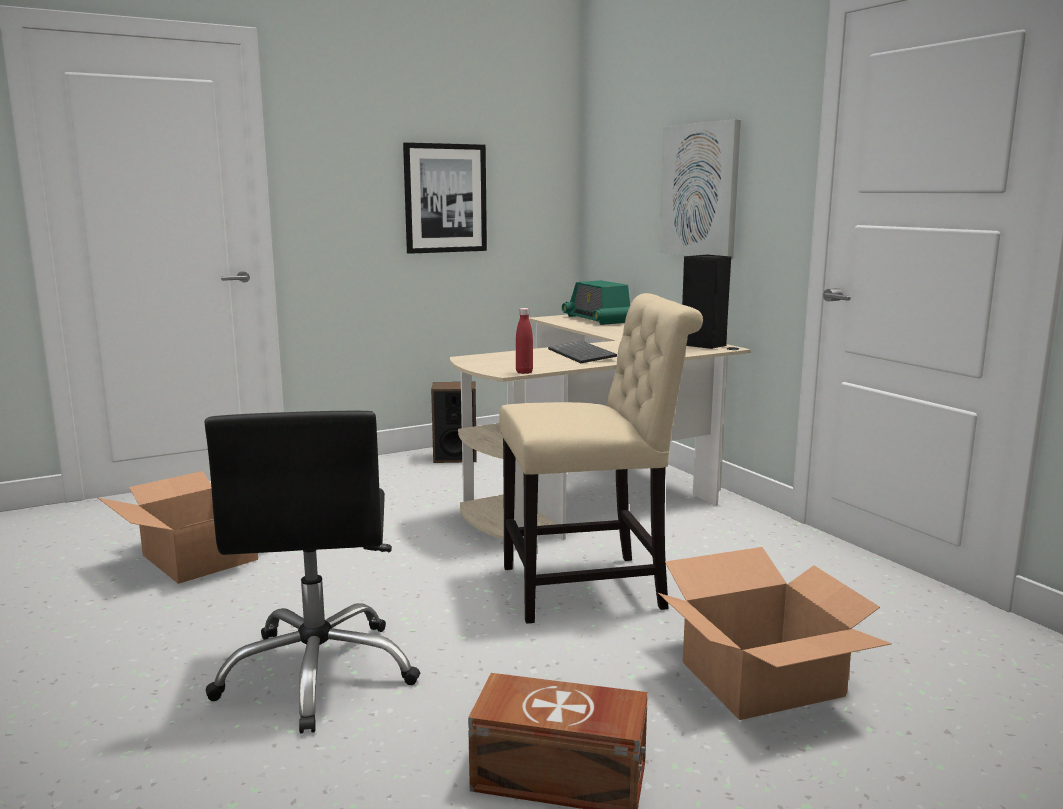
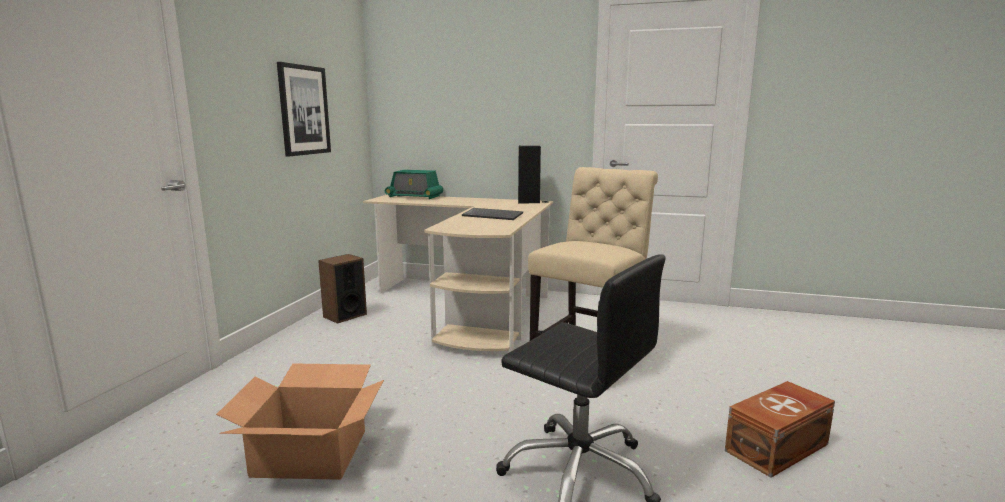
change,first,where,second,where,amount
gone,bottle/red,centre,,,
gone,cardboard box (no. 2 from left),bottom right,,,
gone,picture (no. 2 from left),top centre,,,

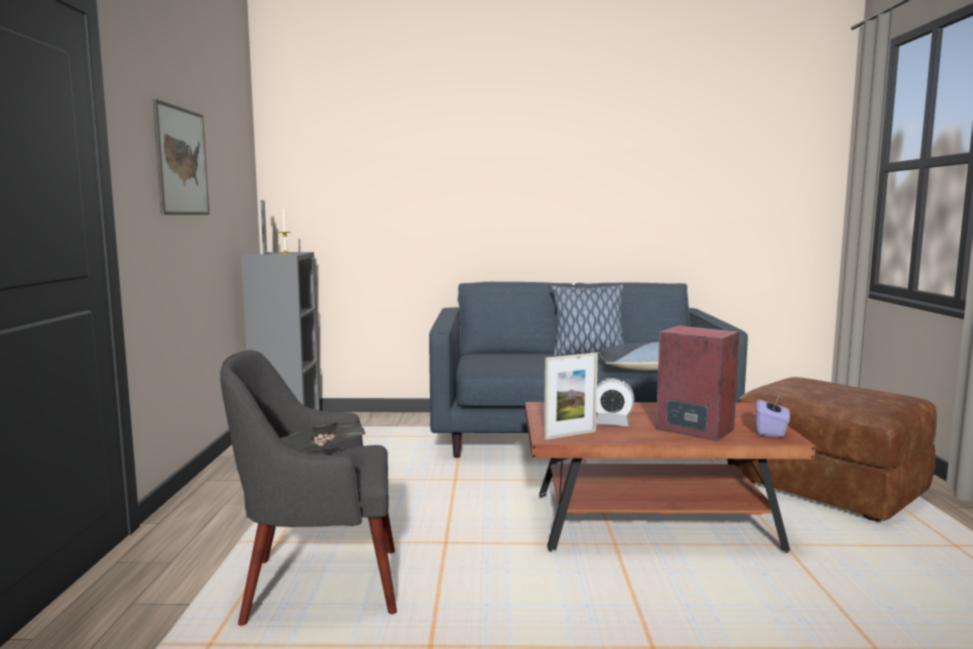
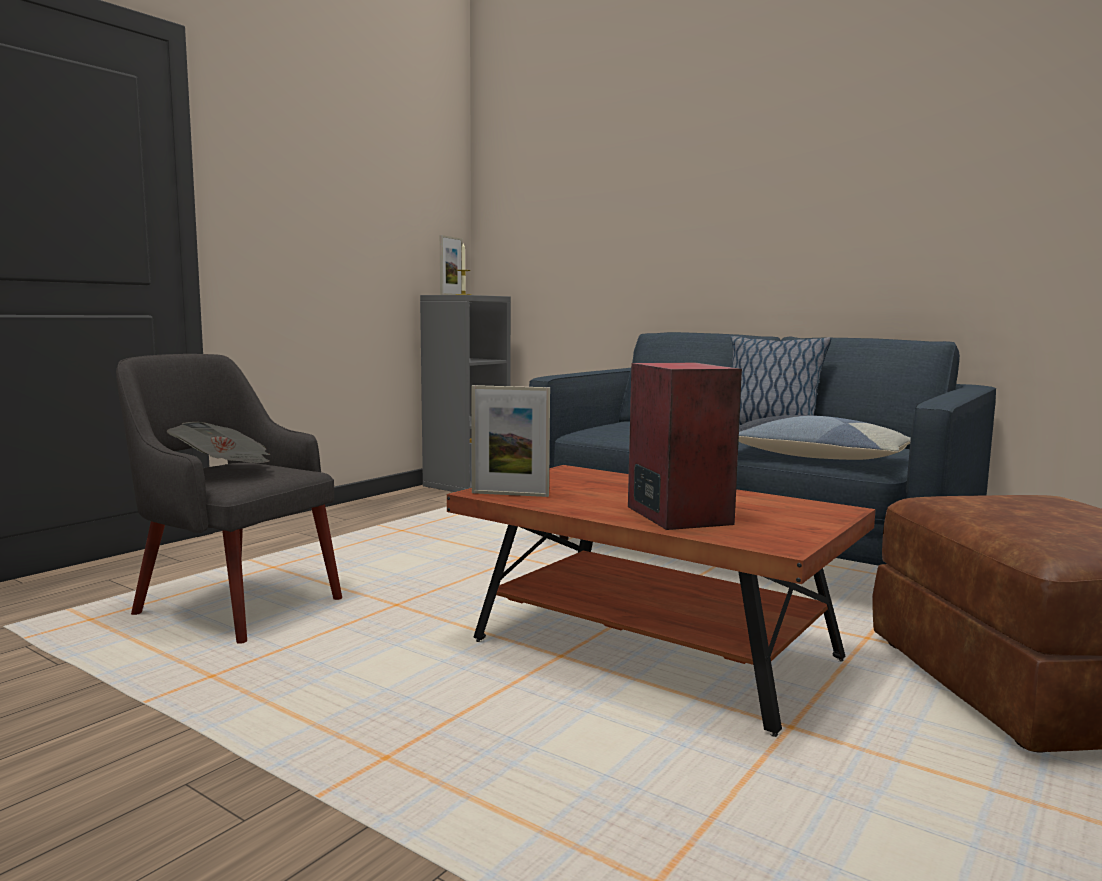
change,first,where,second,where,amount
gone,picture,top left,,,
gone,alarm clock,centre,,,
gone,tissue box/purple,middle right,,,

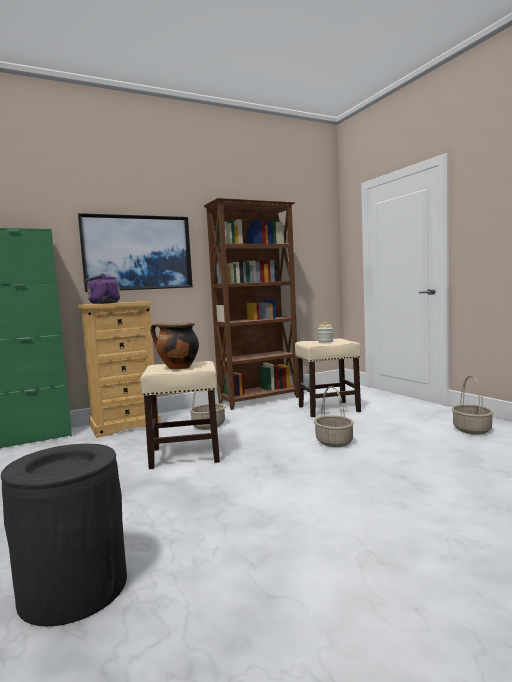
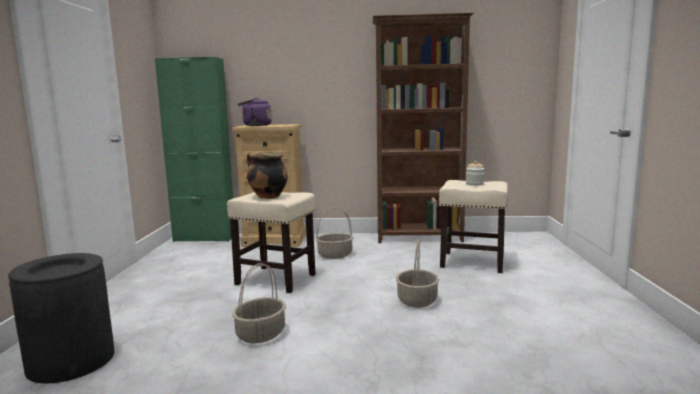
change,first,where,second,where,amount
gone,picture,middle left,,,
shifted,basket (no. 3 from left in the first image),middle right,basket (no. 1 from left),bottom centre,

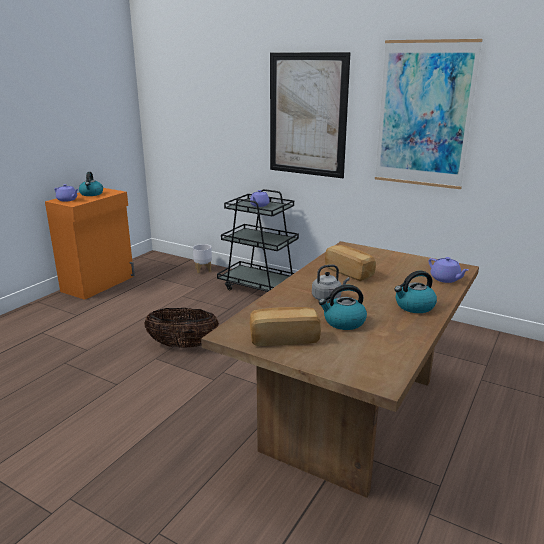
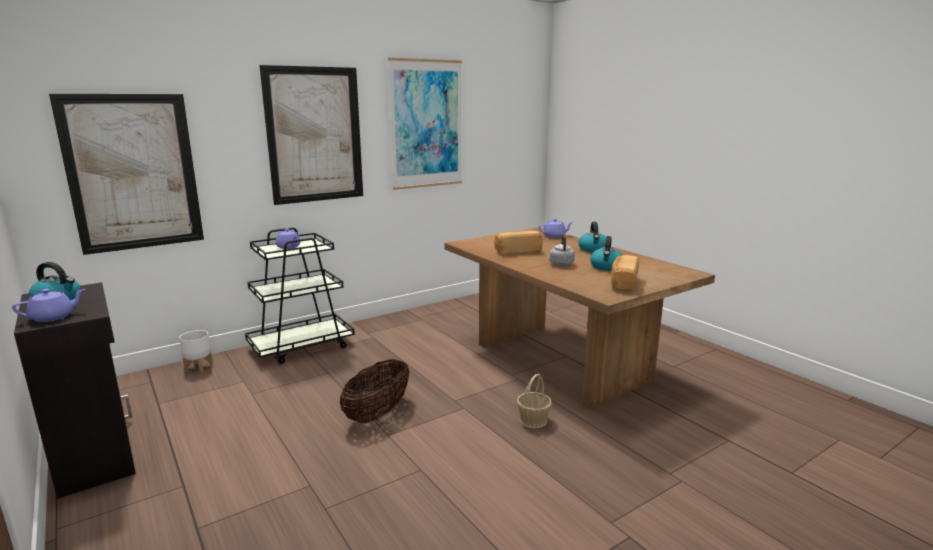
change,first,where,second,where,amount
repainted,cabinet/orange,middle left,cabinet/black,bottom left,
new,,,picture (no. 1 from left),top left,
new,,,basket (no. 2 from left),bottom centre,

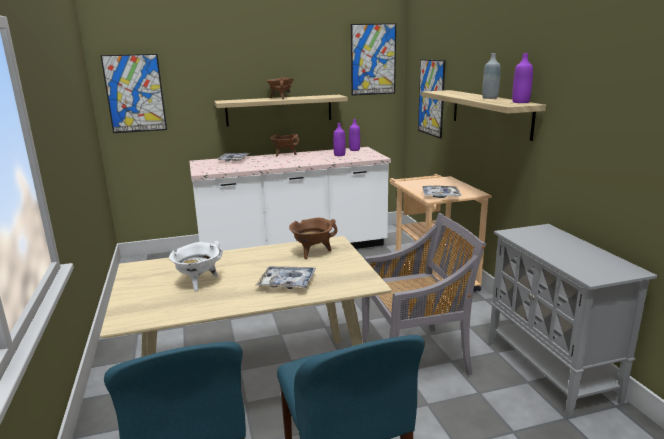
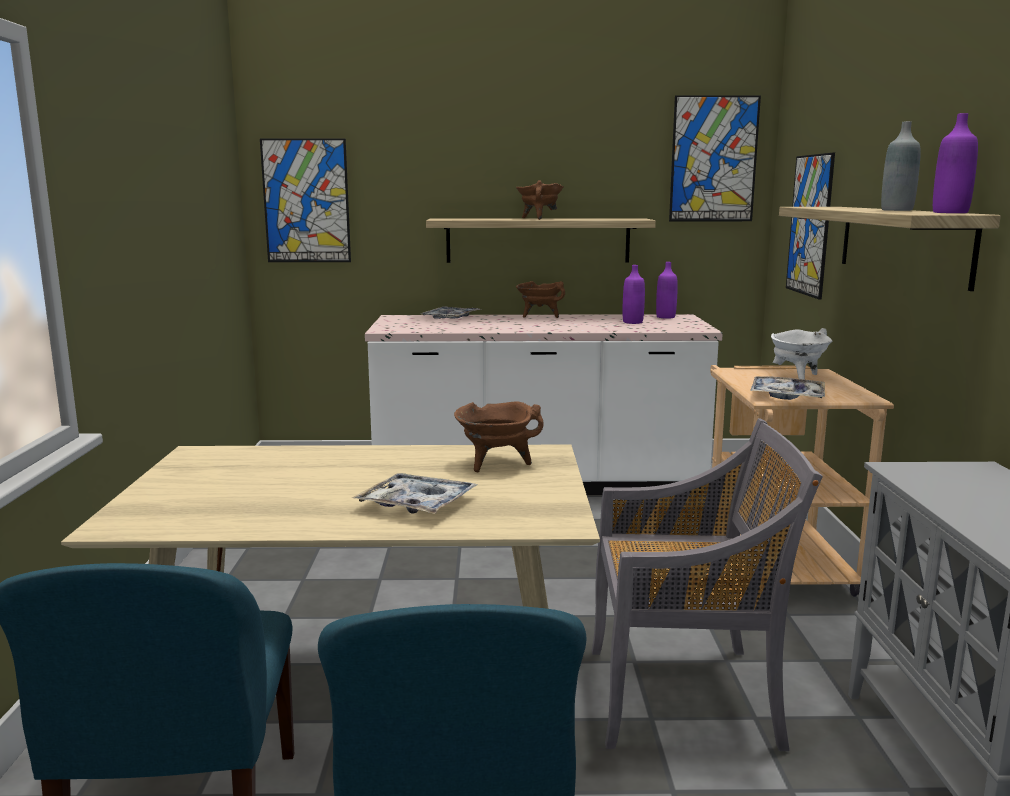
change,first,where,second,where,amount
shifted,cooking pot/white,middle left,,middle right,

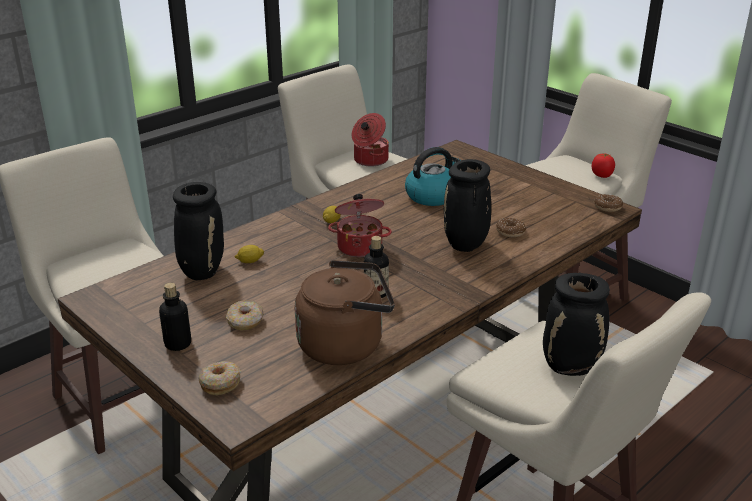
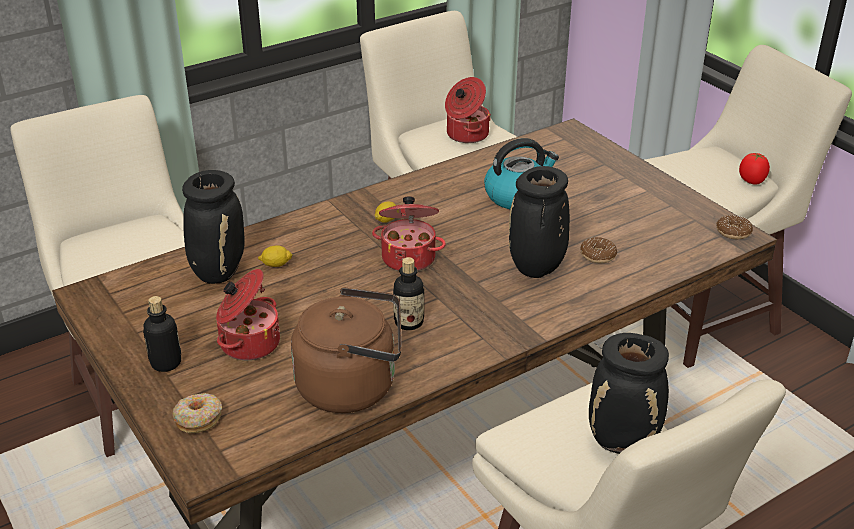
change,first,where,second,where,amount
swapped,donut (no. 2 from left),middle left,cooking pot (no. 1 from left),middle left,

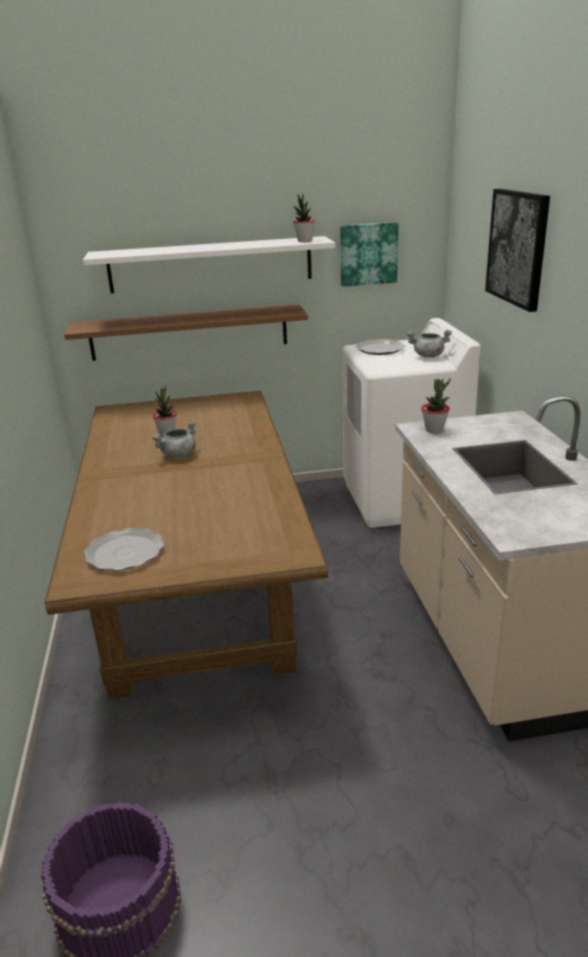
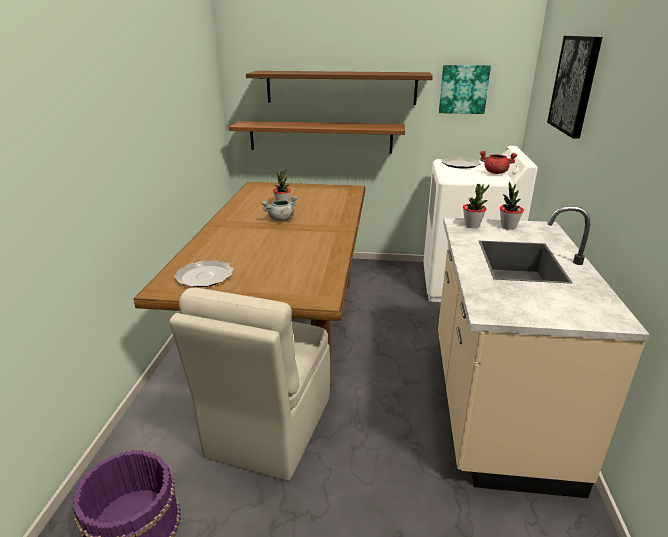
change,first,where,second,where,amount
repainted,shelf/white,top centre,shelf/brown (no. 2 from left),top centre,
shifted,potted plant (no. 2 from left in the first image),top centre,potted plant (no. 3 from left),middle right,
repainted,cooking pot/grey (no. 2 from left),middle right,cooking pot/red,top right,
new,,,chair/beige,bottom centre,

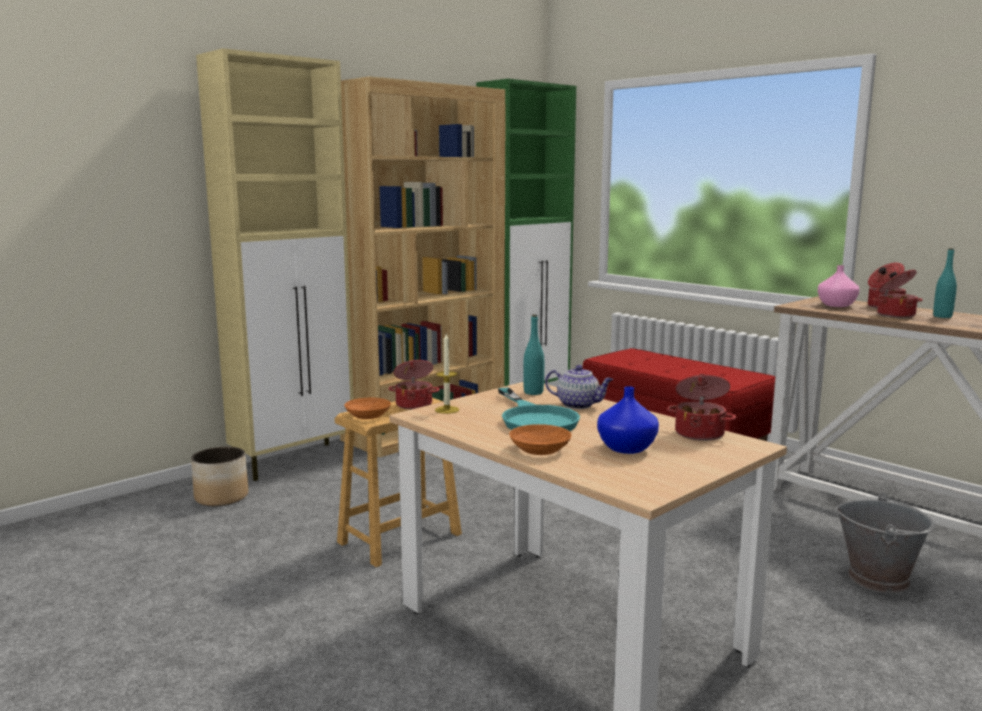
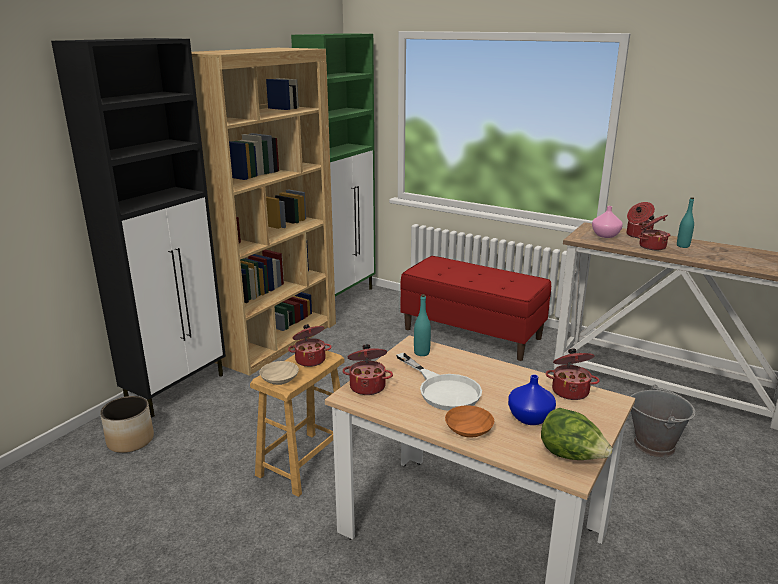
change,first,where,second,where,amount
repainted,cabinet/beige,middle left,cabinet/black,middle left,
repainted,bowl/orange (no. 1 from left),centre,bowl/beige,centre,
swapped,candle,centre,cooking pot (no. 2 from left),centre,
repainted,frying pan/turquoise,centre,frying pan/white,centre,
gone,teapot,centre,,,
new,,,lettuce,bottom right,

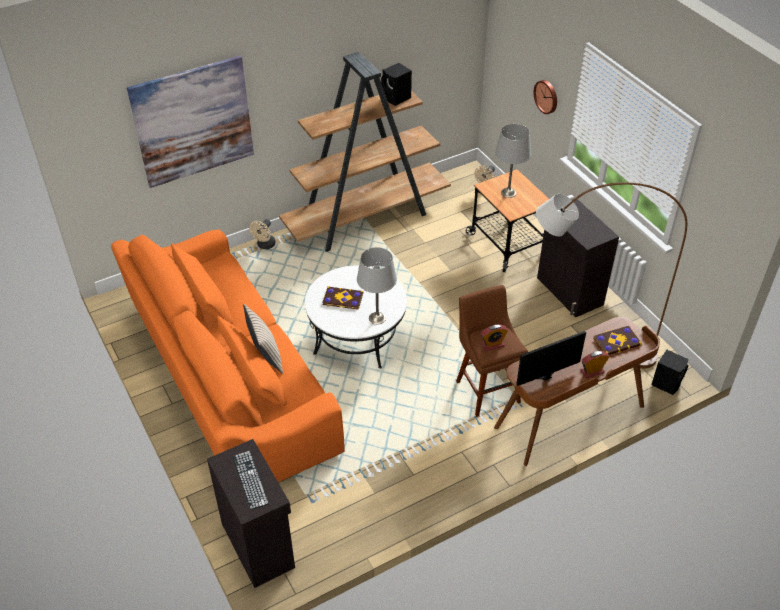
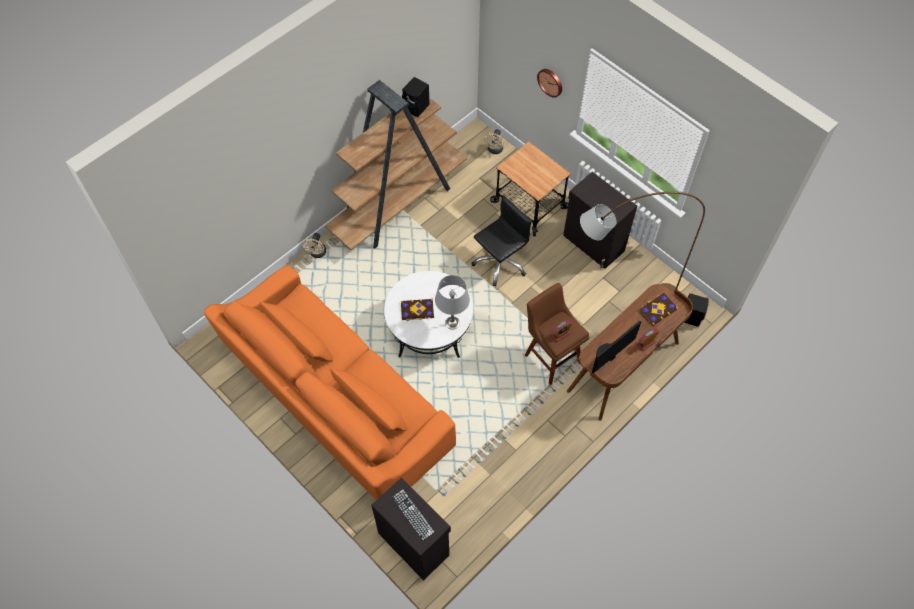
change,first,where,second,where,amount
gone,picture,top left,,,
gone,pillow/beige,centre,,,
gone,table lamp/grey (no. 2 from left),top centre,,,
new,,,office chair/black,centre,

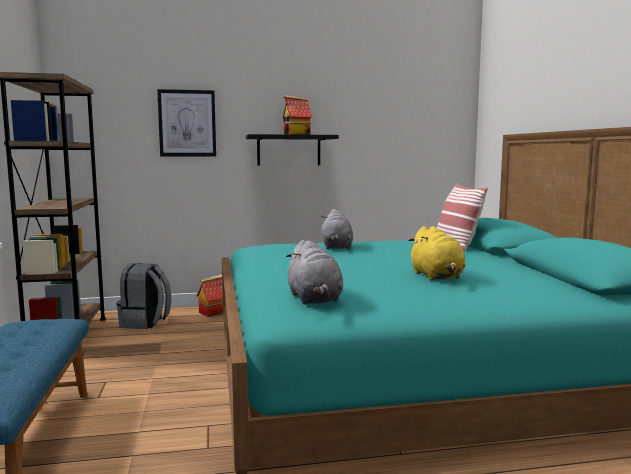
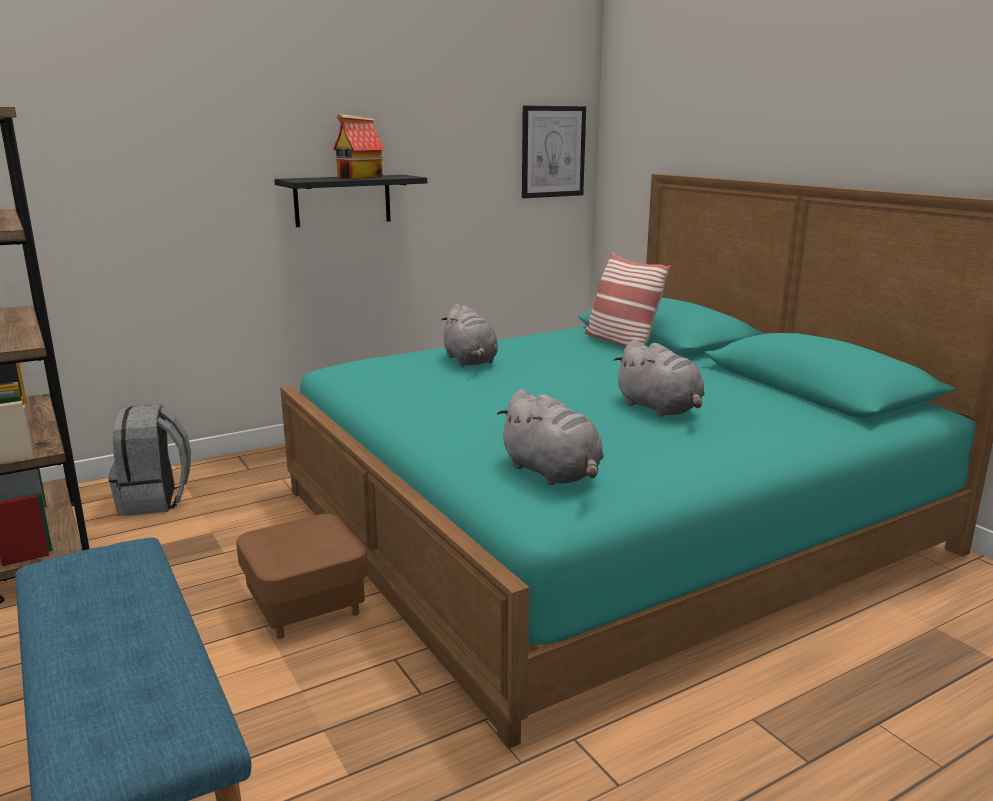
change,first,where,second,where,amount
shifted,picture,top left,,top centre,
gone,toy house (no. 1 from left),middle left,,,
repainted,plush toy/yellow,middle right,plush toy/grey (no. 3 from left),centre,
new,,,ottoman/brown,bottom left,

